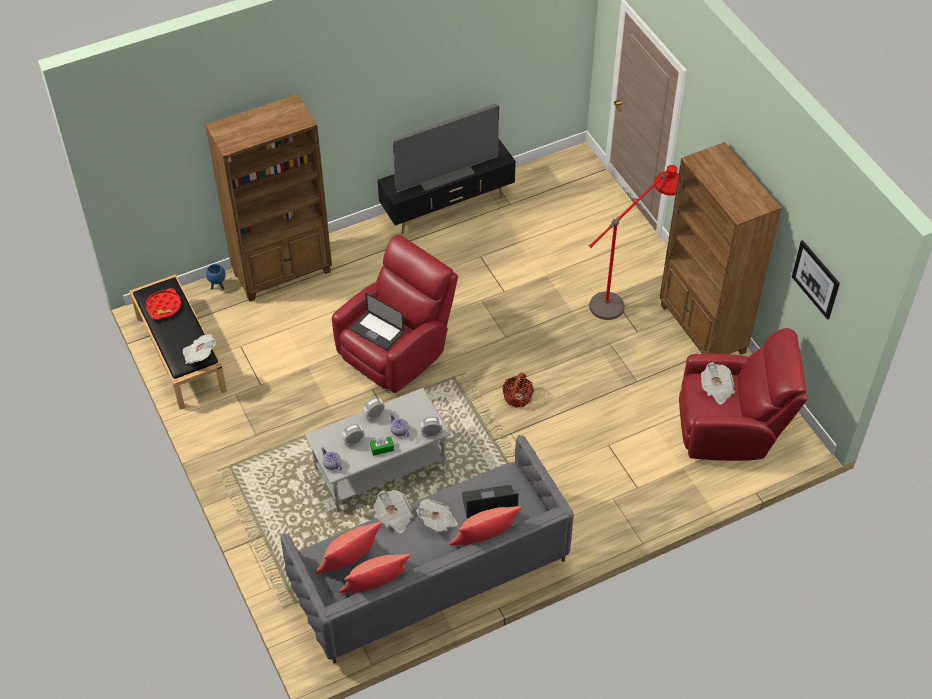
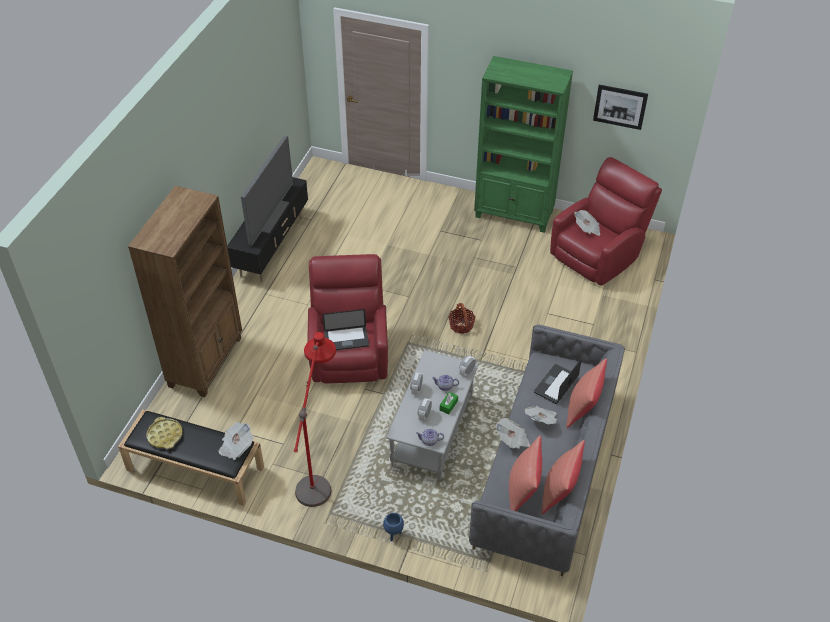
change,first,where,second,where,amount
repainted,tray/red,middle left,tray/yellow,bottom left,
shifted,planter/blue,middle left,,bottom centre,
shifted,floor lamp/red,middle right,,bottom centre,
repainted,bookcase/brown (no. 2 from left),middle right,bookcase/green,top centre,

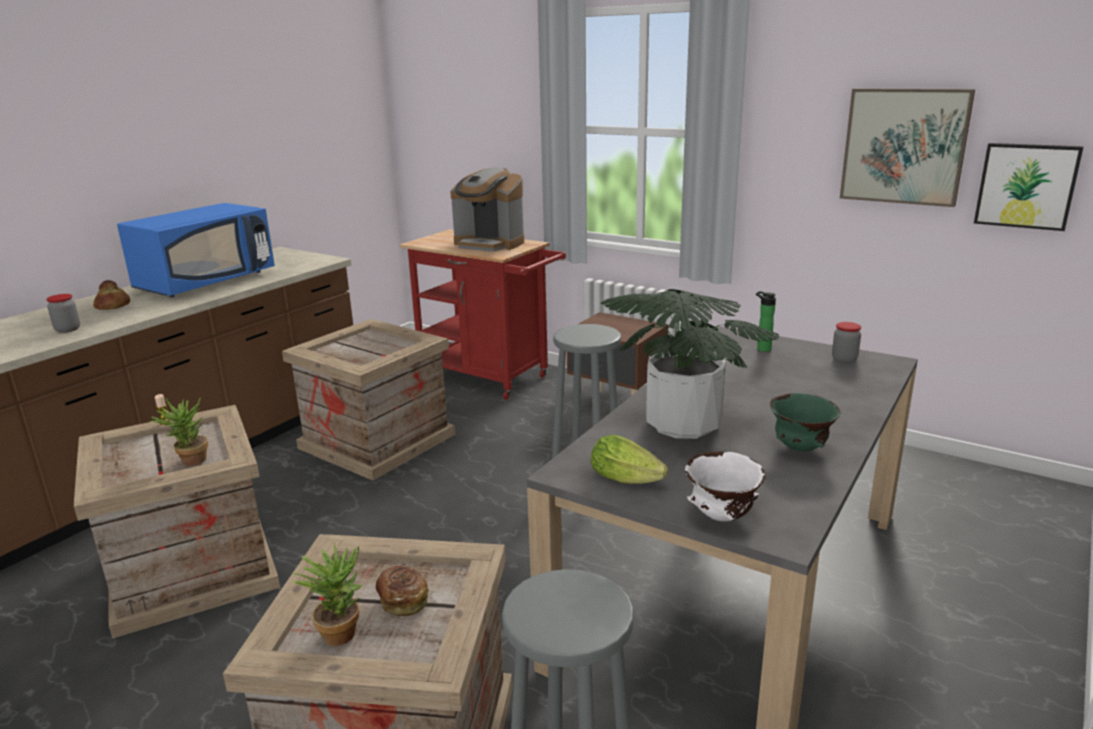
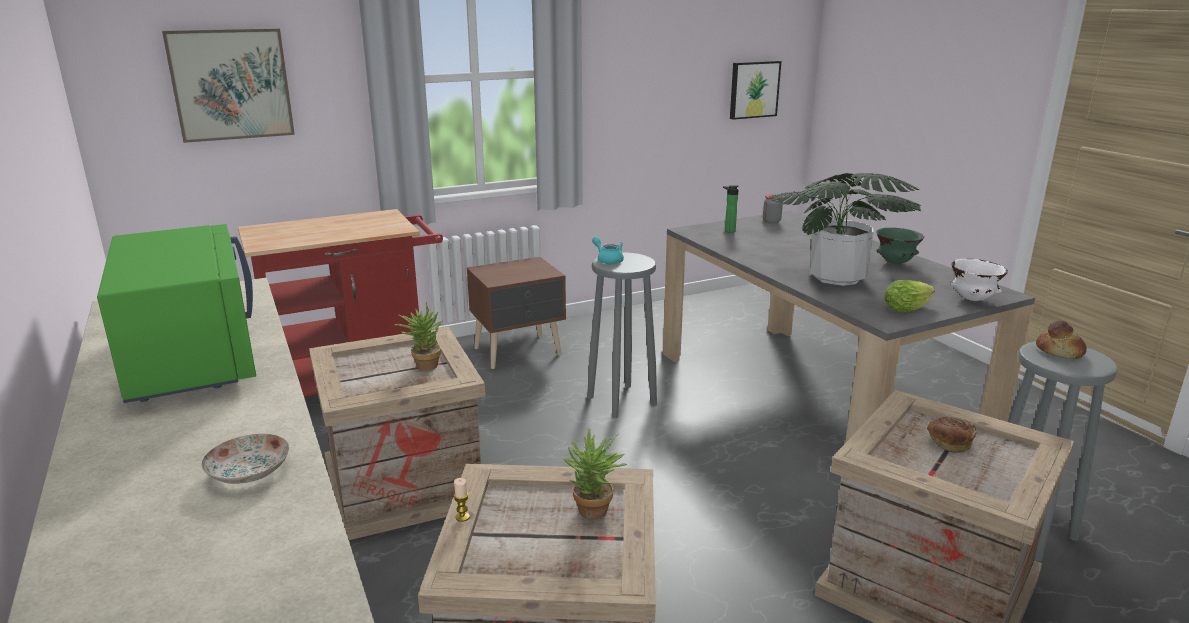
change,first,where,second,where,amount
swapped,jar (no. 1 from left),middle left,plate,bottom left,
shifted,bread (no. 1 from left in the first image),middle left,bread (no. 2 from left),middle right,
repainted,microwave/blue,middle left,microwave/green,middle left,
shifted,potted plant (no. 2 from left in the first image),bottom left,potted plant (no. 1 from left),centre,
gone,coffee machine,top centre,,,
shifted,picture (no. 1 from left),top right,,top left,
new,,,teapot/turquoise,centre,

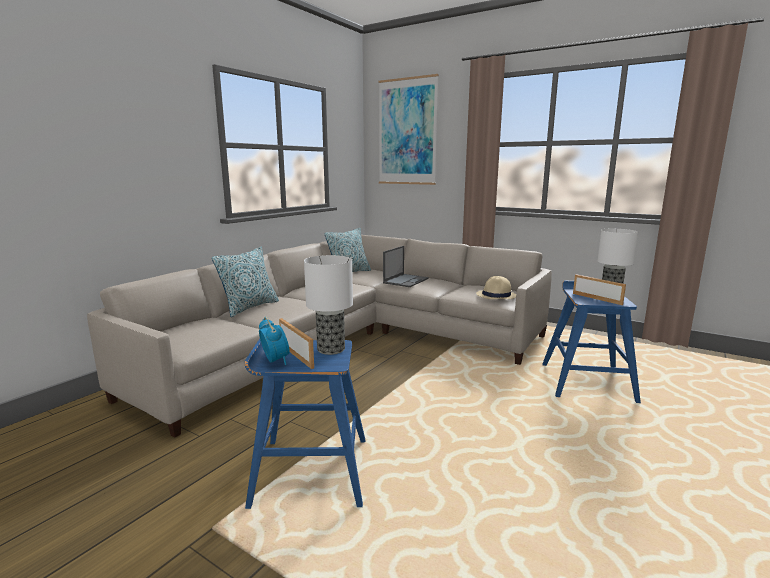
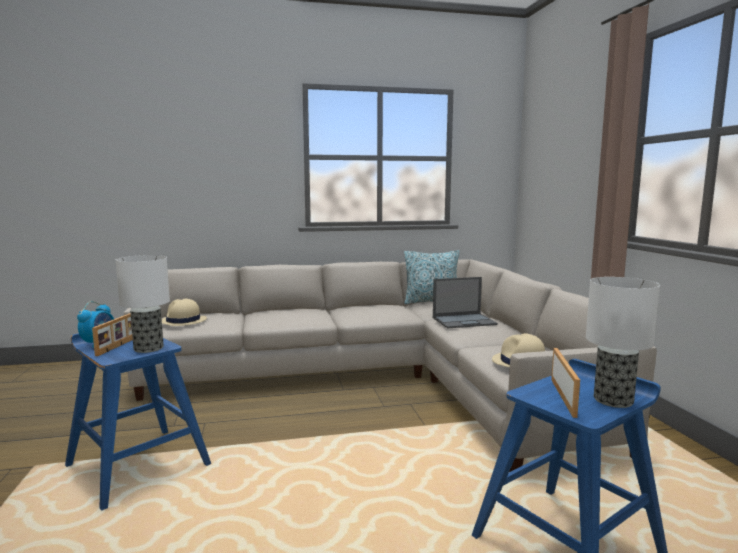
change,first,where,second,where,amount
gone,pillow (no. 1 from left),middle left,,,
gone,picture,top centre,,,
new,,,hat/beige (no. 1 from left),middle left,

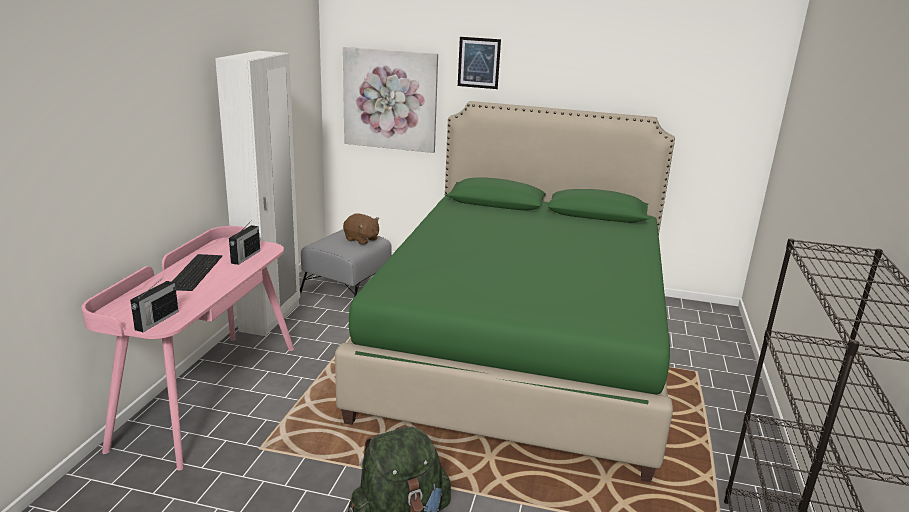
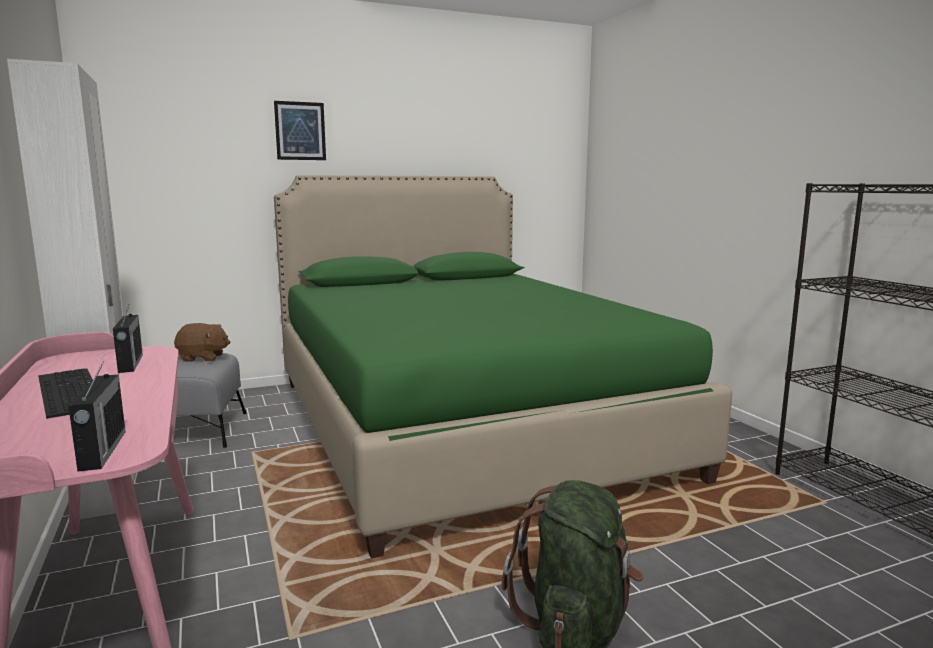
change,first,where,second,where,amount
gone,picture (no. 1 from left),top centre,,,

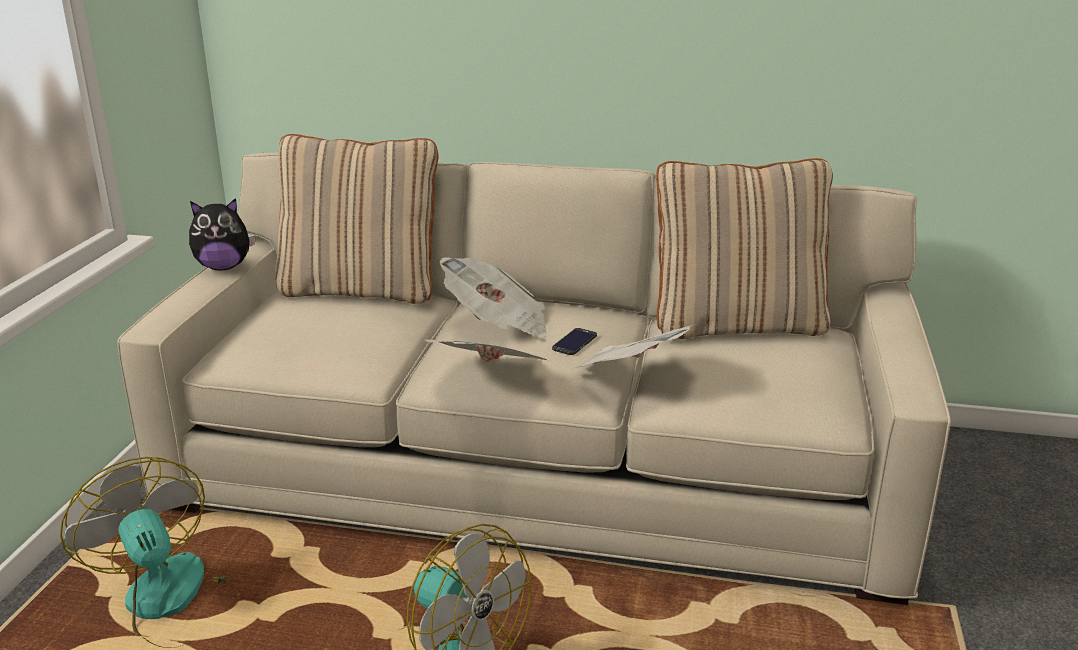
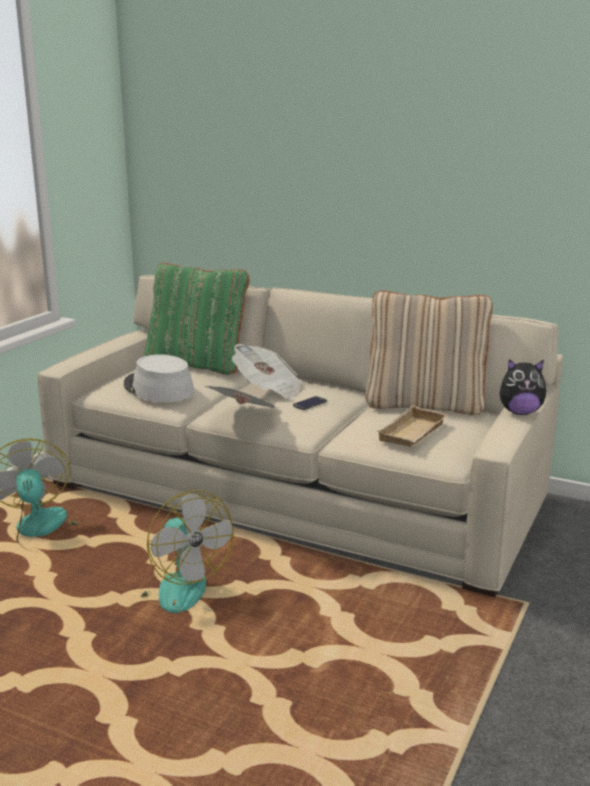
change,first,where,second,where,amount
shifted,plush toy,middle left,,middle right,
repainted,pillow/beige (no. 1 from left),middle left,pillow/green,centre,
gone,newspaper (no. 3 from left),centre,,,
new,,,hat/grey,middle left,
new,,,tray/beige,middle right,

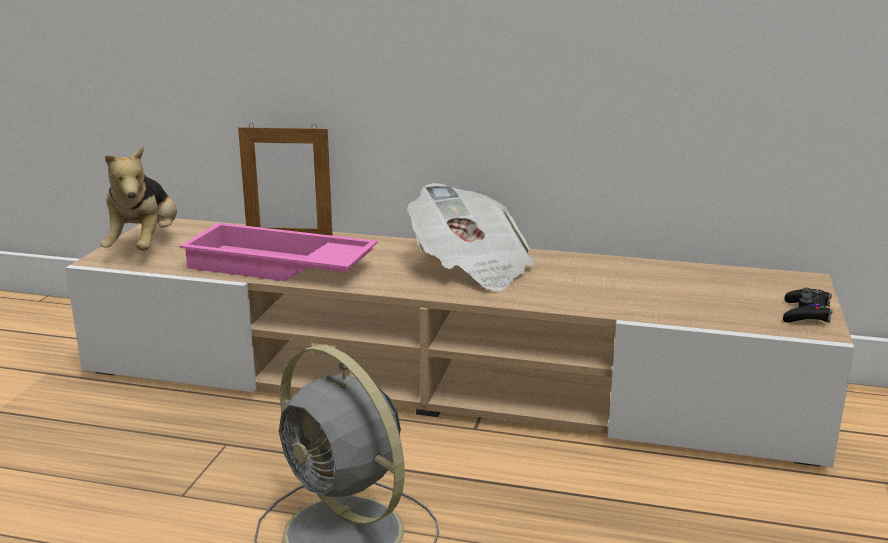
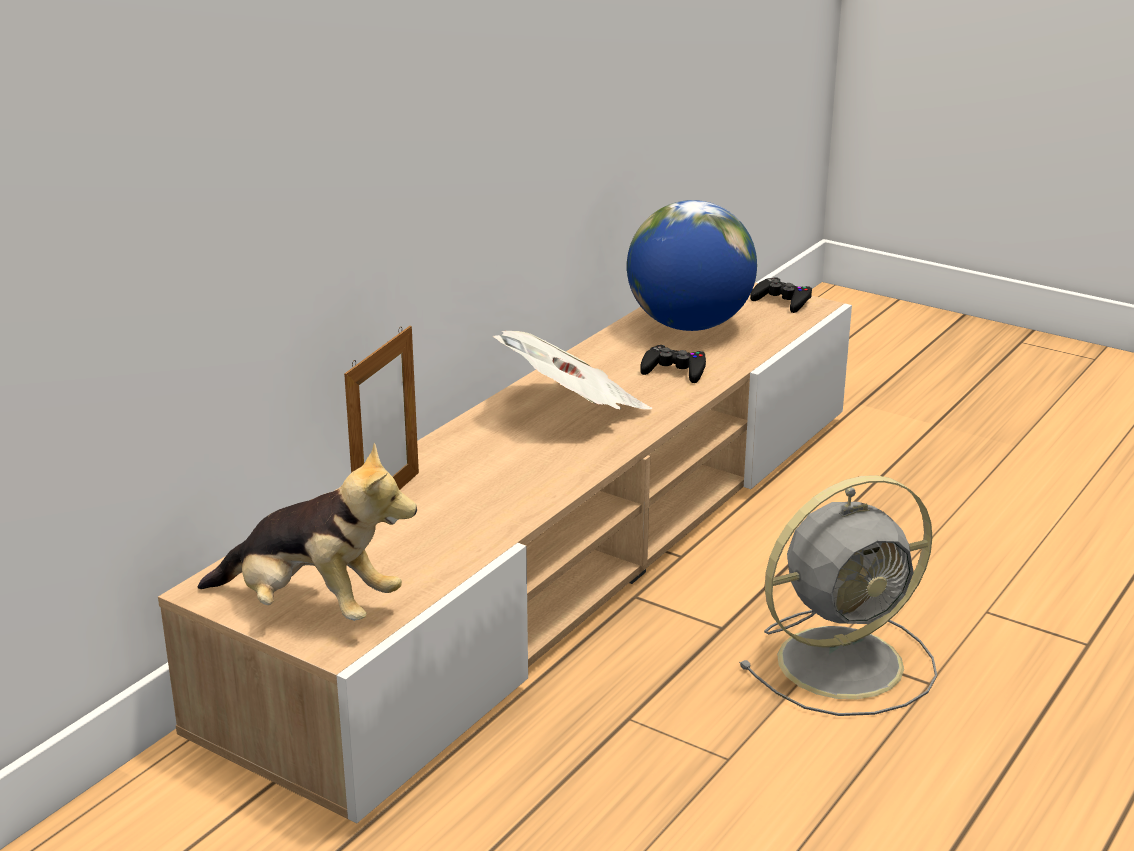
change,first,where,second,where,amount
gone,tray/pink,middle left,,,
new,,,globe,top centre,
new,,,game controller/black (no. 1 from left),centre,

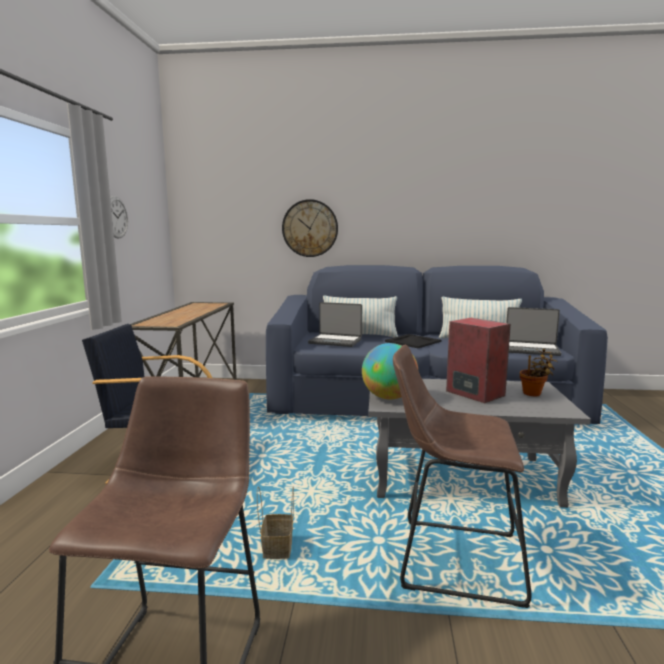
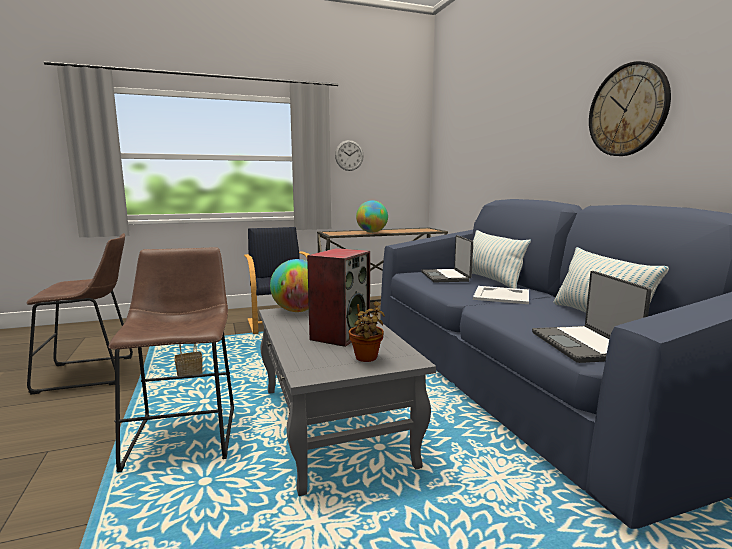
change,first,where,second,where,amount
shifted,wall clock (no. 2 from left),centre,,top right,
repainted,tray/black,centre,tray/white,middle right,
new,,,globe (no. 2 from left),centre,

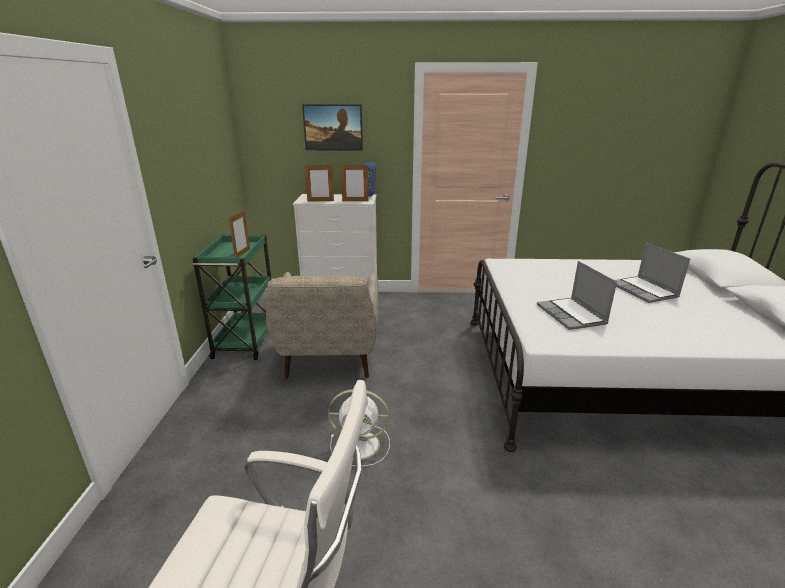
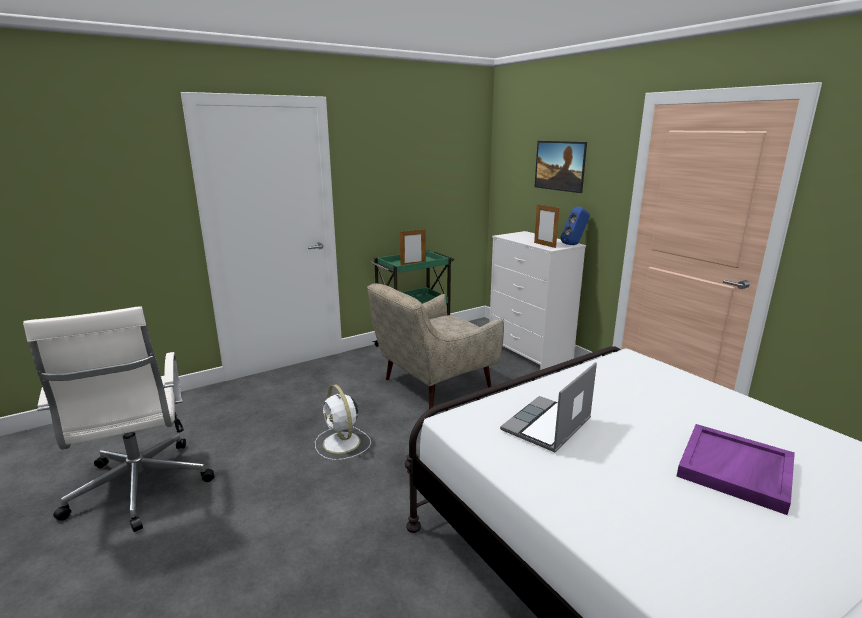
change,first,where,second,where,amount
gone,picture frame (no. 2 from left),top centre,,,
swapped,laptop (no. 2 from left),middle right,tray/purple,bottom right,

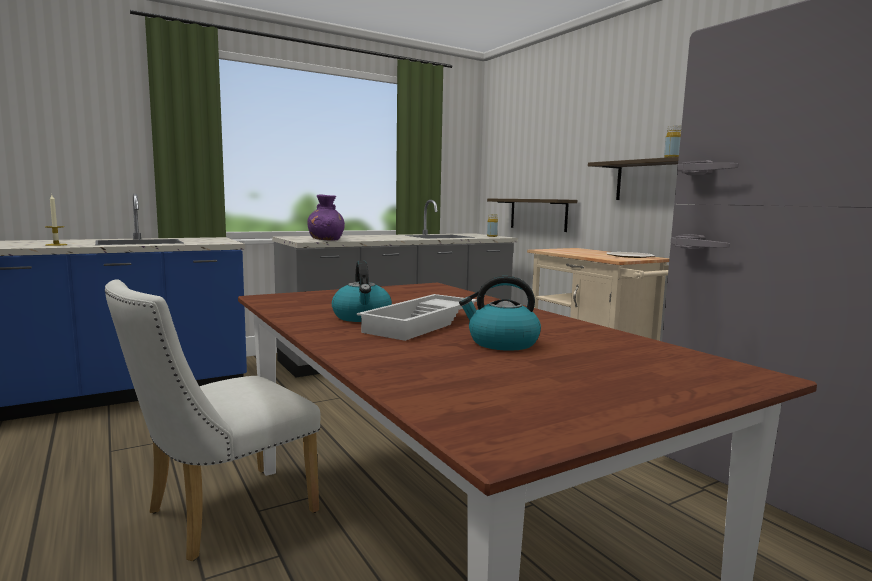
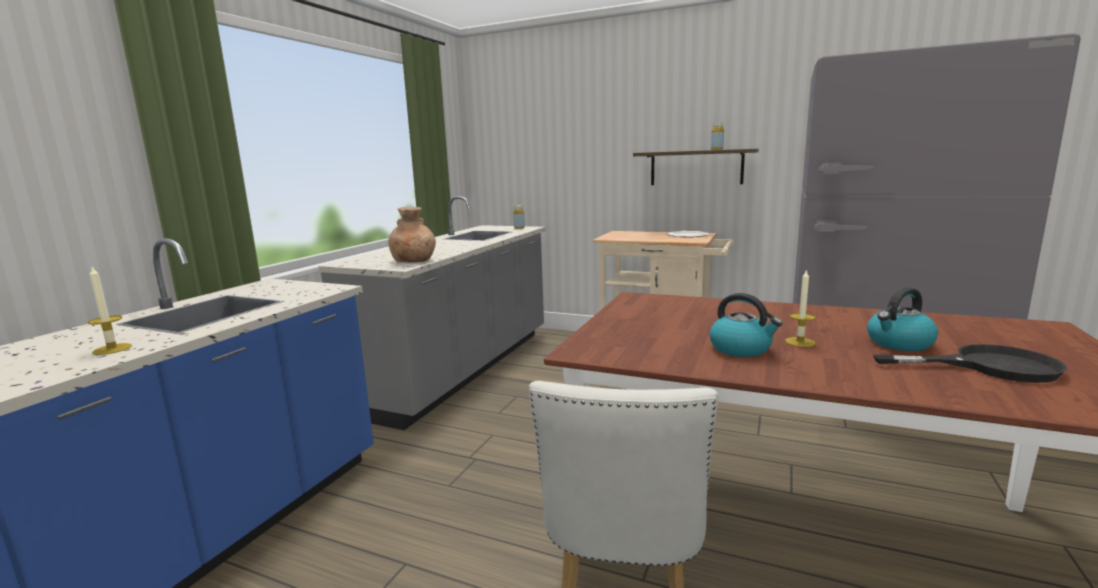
change,first,where,second,where,amount
repainted,vase/purple,centre,vase/brown,centre,
swapped,tray/white,centre,candle (no. 2 from left),middle right,
gone,shelf (no. 1 from left),centre,,,
new,,,frying pan/black,middle right,

